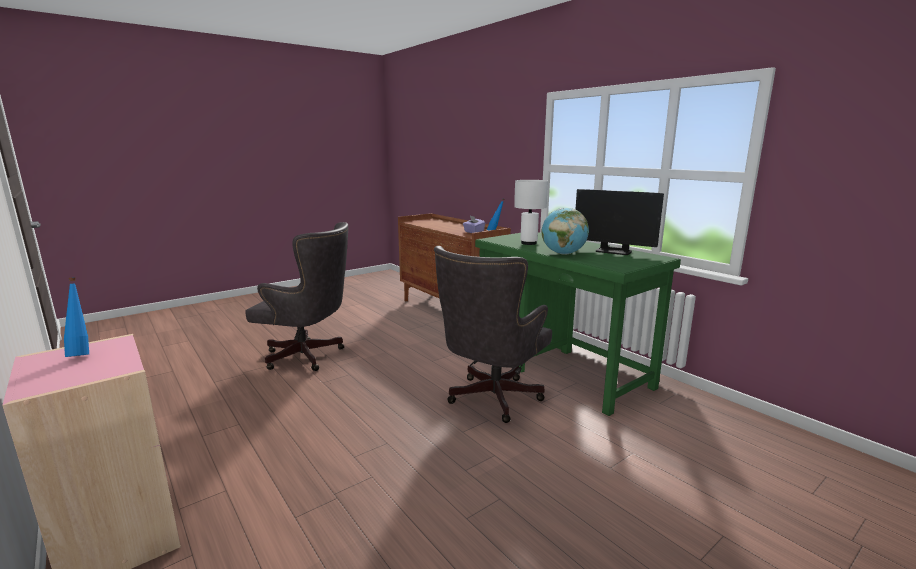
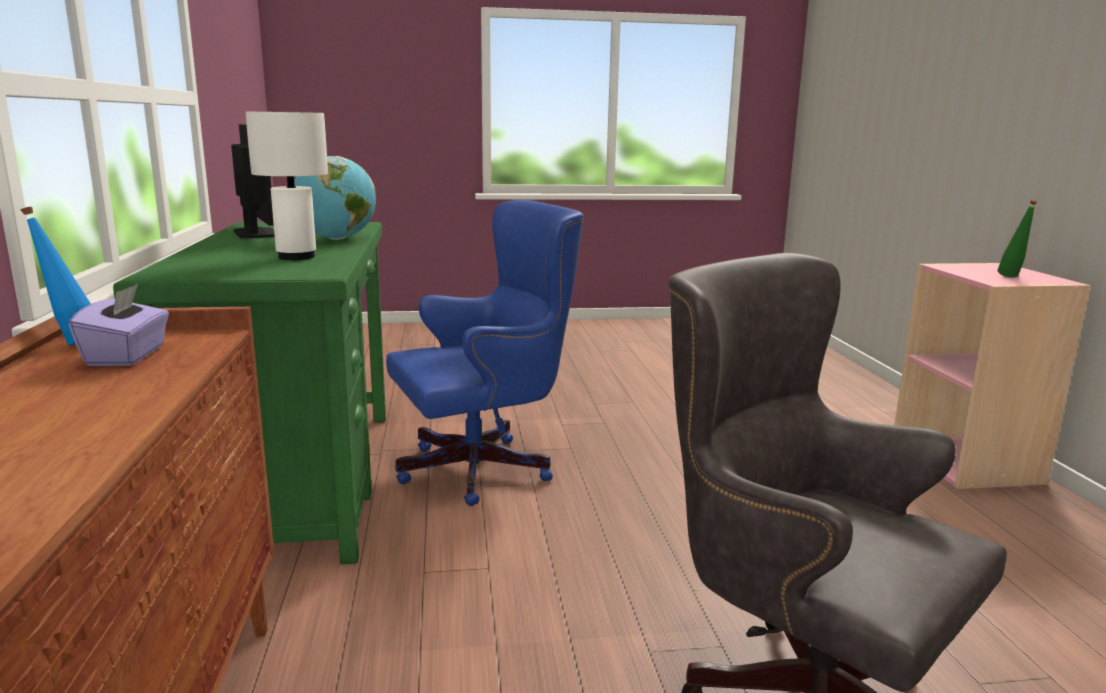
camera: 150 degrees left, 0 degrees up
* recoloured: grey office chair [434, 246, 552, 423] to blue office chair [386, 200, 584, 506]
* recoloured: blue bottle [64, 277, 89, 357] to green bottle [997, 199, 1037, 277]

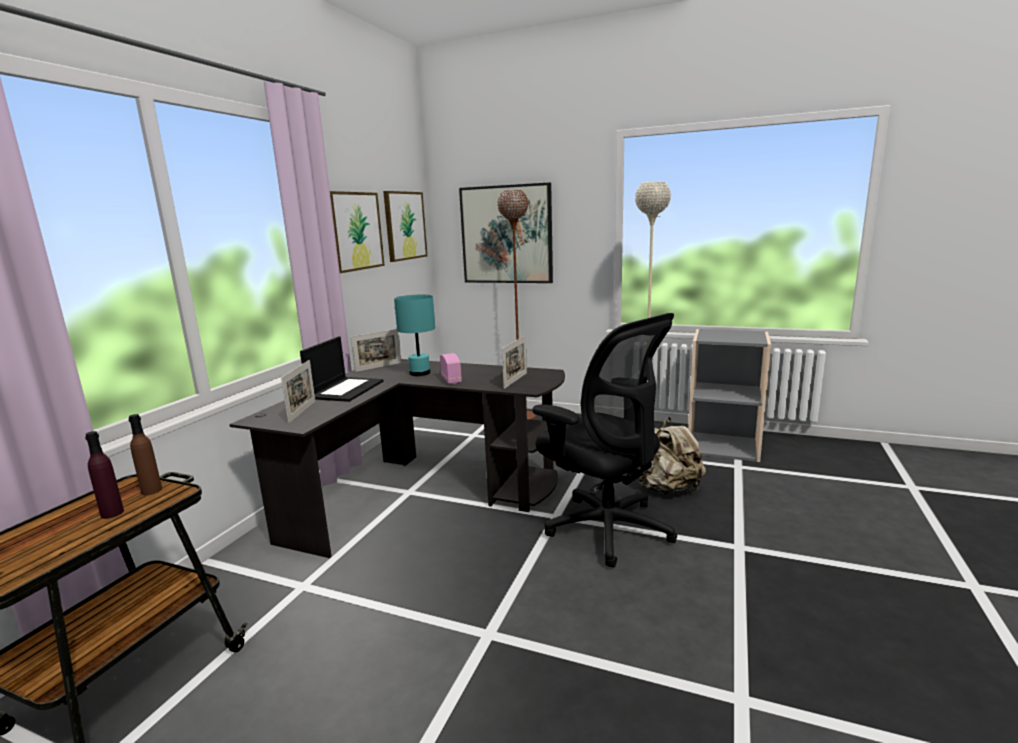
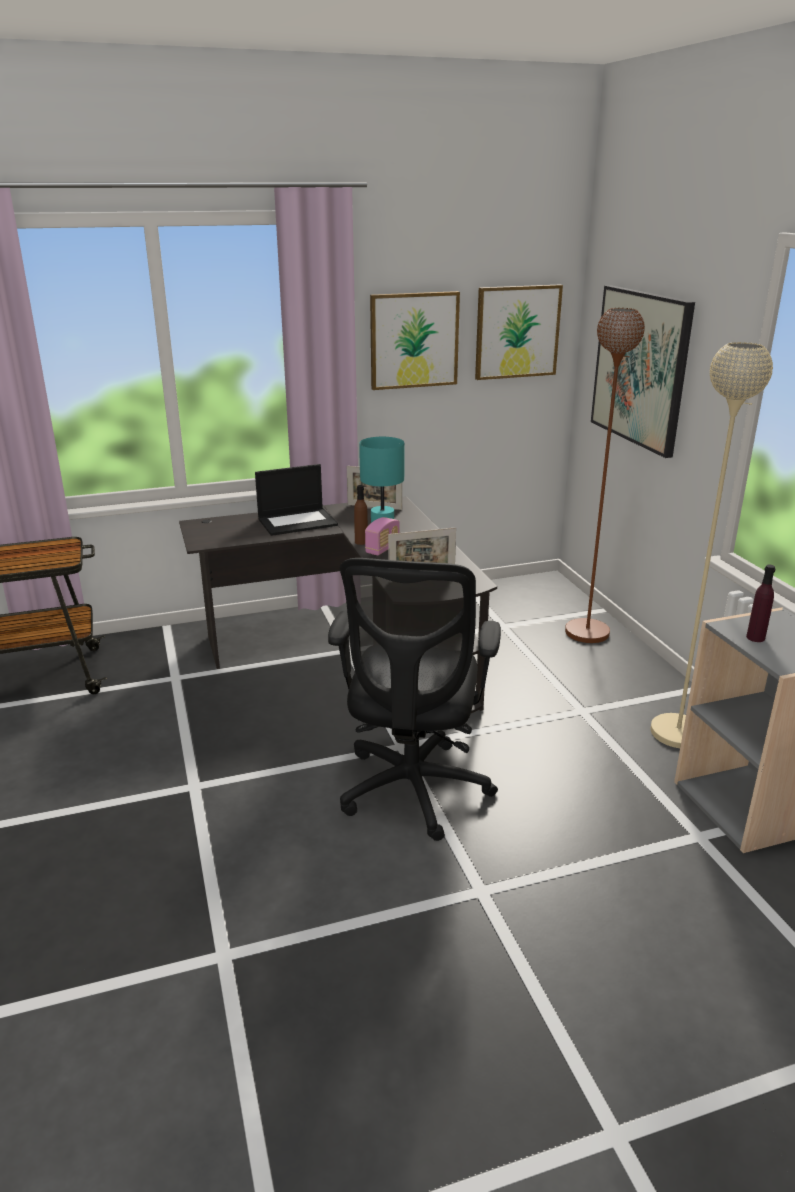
camera: 50 degrees right, 10 degrees up
* removed: picture frame [281, 360, 316, 423]
* moved: brown bottle [129, 414, 162, 495] to [354, 485, 368, 545]
* removed: beige backpack [638, 417, 706, 494]
* moved: purple bottle [85, 431, 124, 519] to [746, 565, 775, 642]

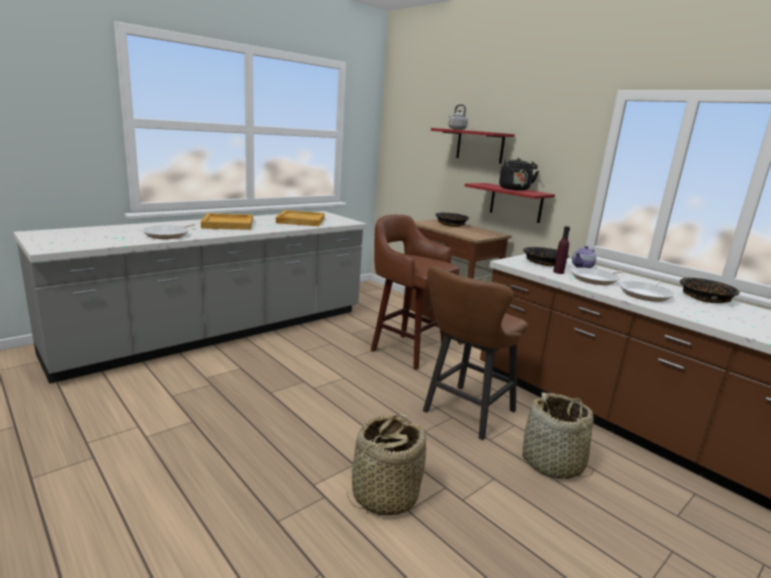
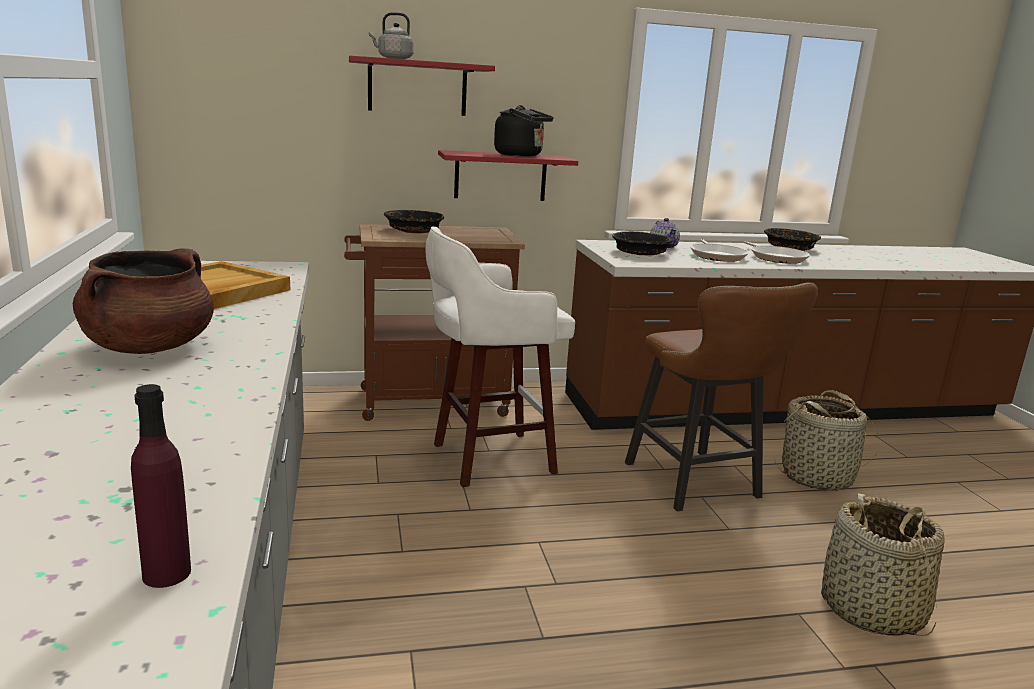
camera: 60 degrees left, 0 degrees up
* replaced: beige tray [201, 213, 253, 230] to brown cooking pot [73, 248, 214, 354]
* recoloured: brown stool [371, 215, 460, 370] to white stool [426, 227, 575, 487]
* removed: frying pan [143, 224, 195, 239]
* moved: purple bottle [553, 226, 570, 274] to [131, 384, 191, 588]

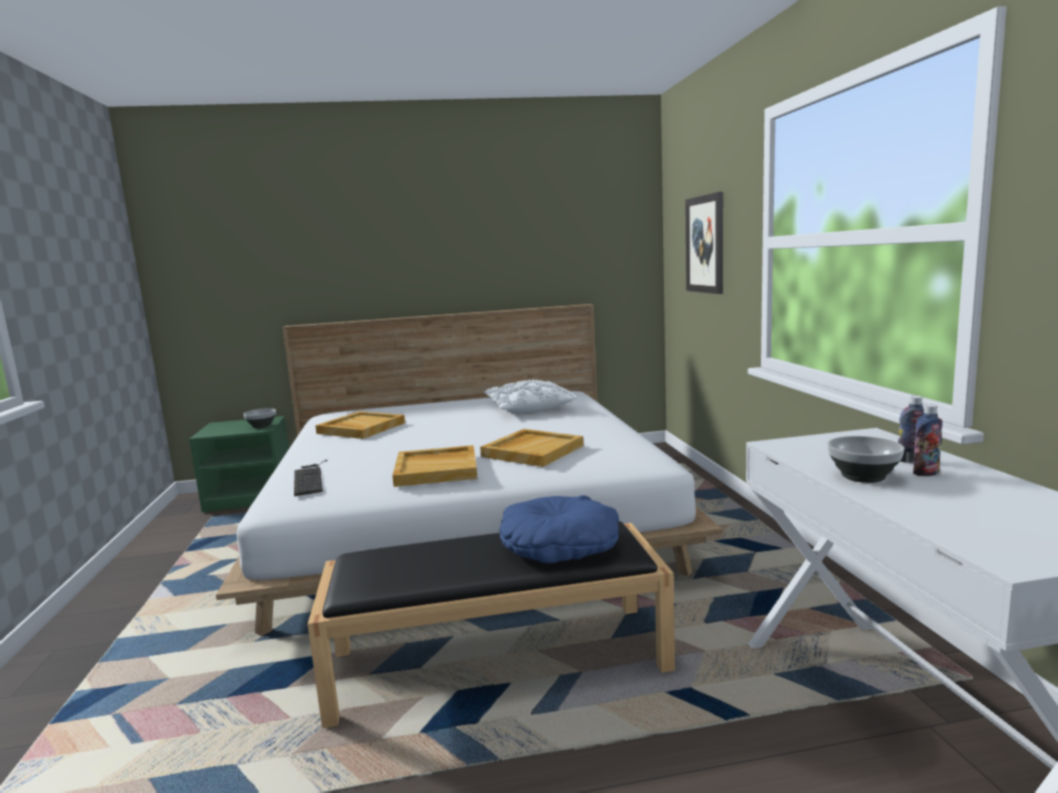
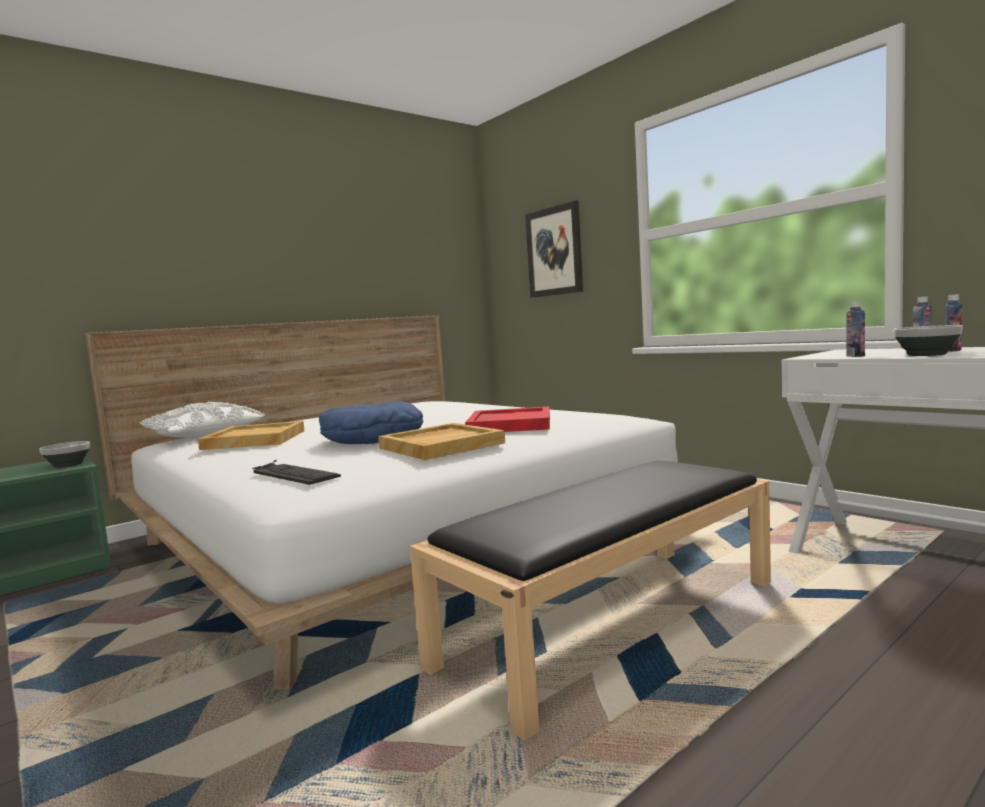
camera: 30 degrees left, 5 degrees down
* moved: white pillow [484, 380, 577, 412] to [139, 402, 265, 438]
* recoloured: beige tray [480, 429, 584, 467] to red tray [465, 407, 550, 432]
* moved: blue pillow [499, 495, 619, 563] to [319, 401, 423, 444]
* added: bottle [846, 301, 865, 357]

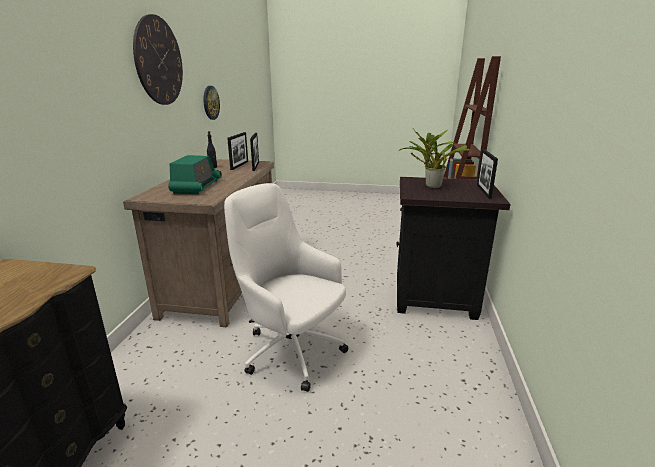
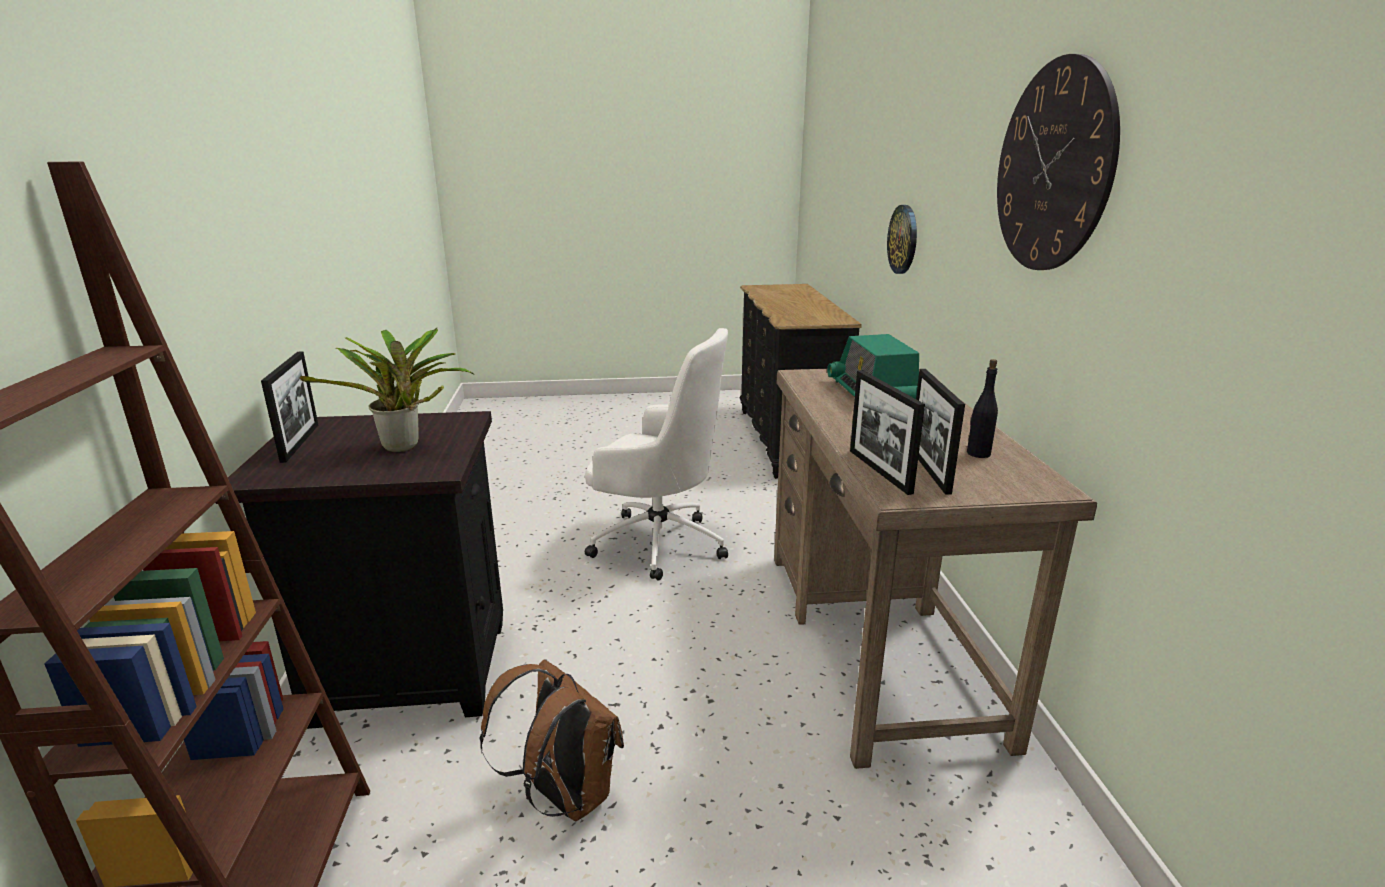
camera: 165 degrees right, 0 degrees up
* moved: wall clock [203, 86, 220, 120] to [887, 205, 917, 274]
* added: brown backpack [480, 659, 624, 821]

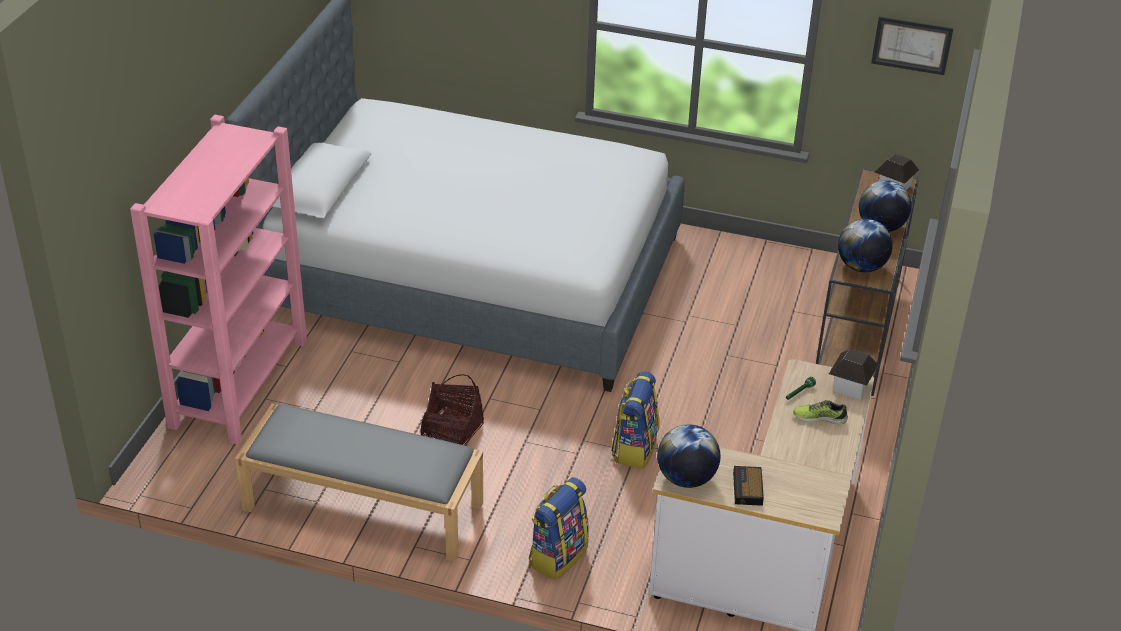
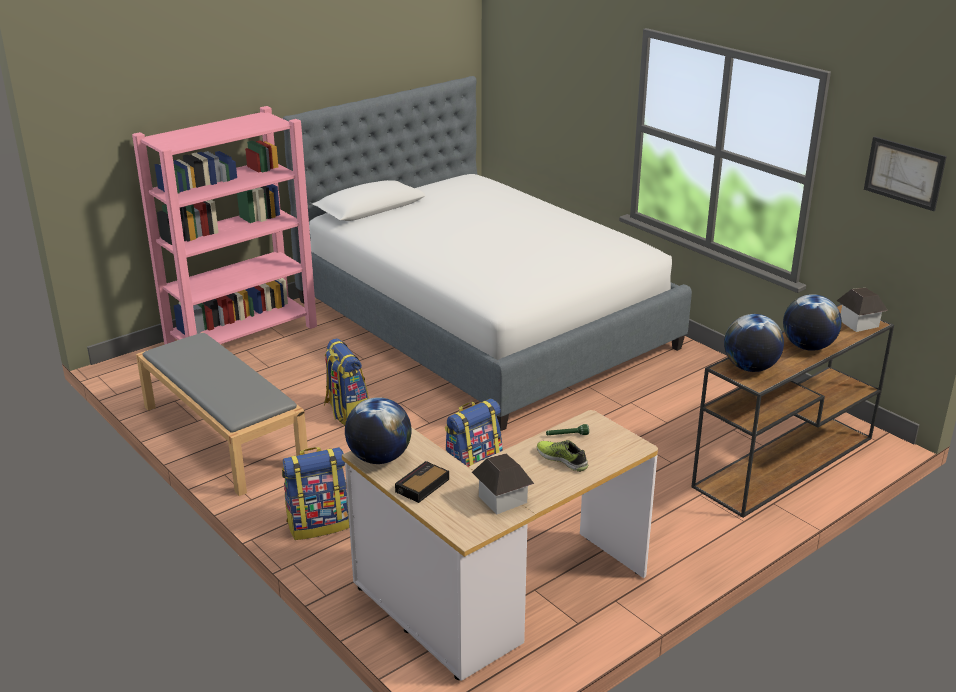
camera: 35 degrees right, 10 degrees down
* moved: toy house [829, 349, 879, 399] to [472, 454, 534, 514]
* replaced: basket [421, 374, 484, 445] to backpack [324, 338, 369, 425]

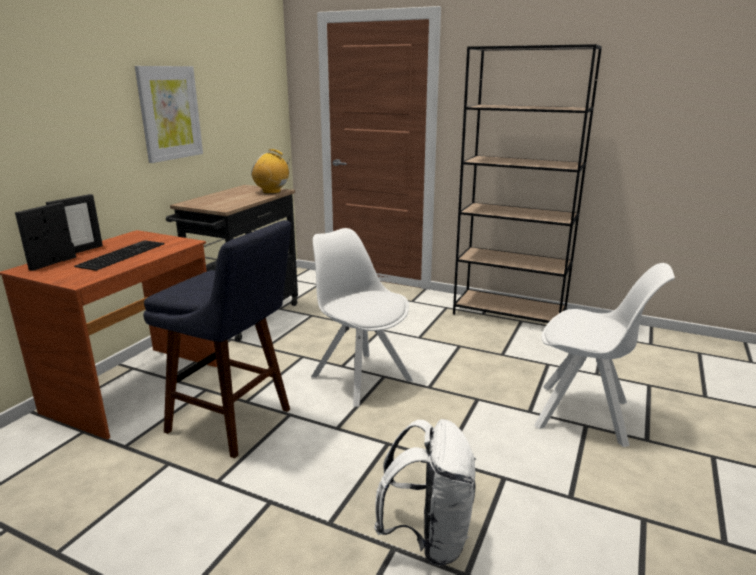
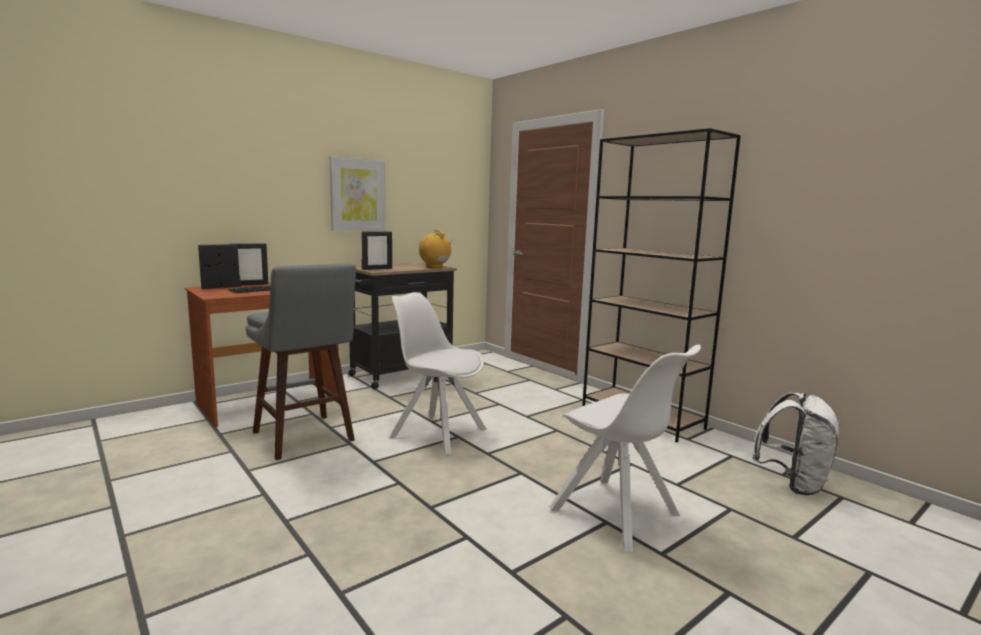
camera: 25 degrees right, 10 degrees down
* recoloured: blue stool [143, 220, 291, 458] to grey stool [246, 263, 356, 460]
* turned: white chair [311, 228, 413, 407] = [389, 292, 487, 454] 45 degrees counterclockwise
* moved: white backpack [374, 419, 477, 566] to [752, 393, 840, 496]
* added: picture frame [362, 231, 392, 270]

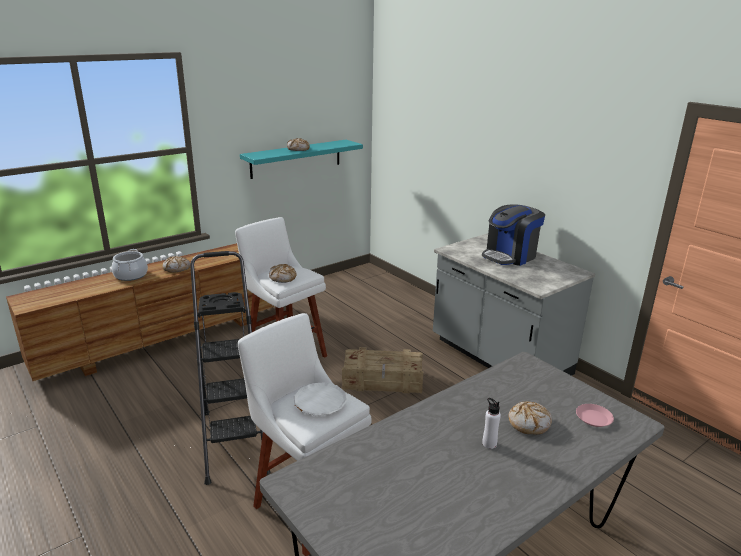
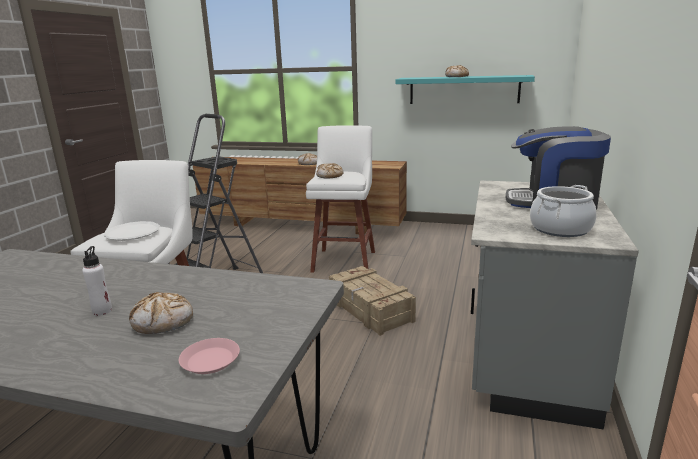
camera: 55 degrees right, 5 degrees down
* moved: cooking pot [112, 249, 148, 281] to [530, 185, 597, 237]

